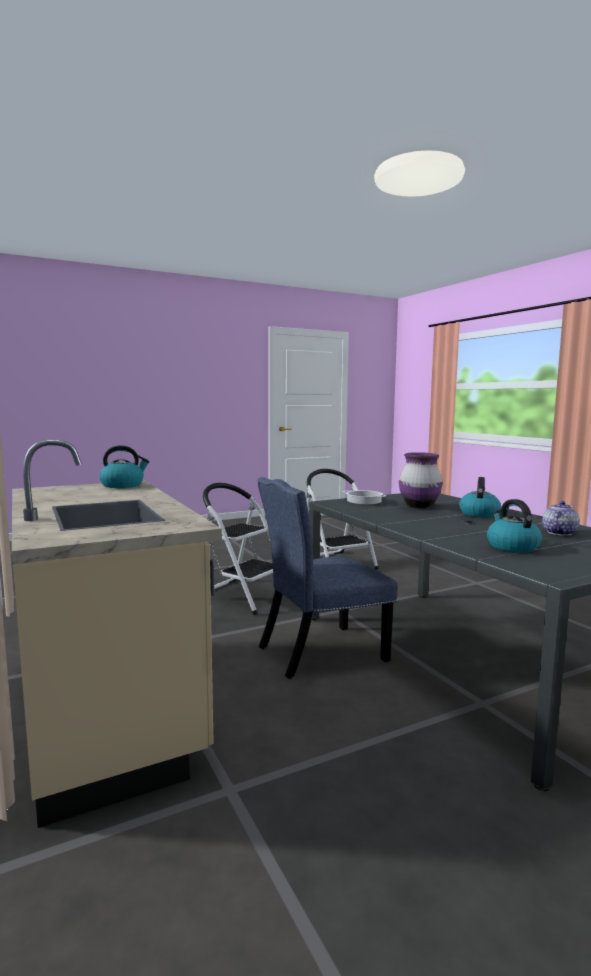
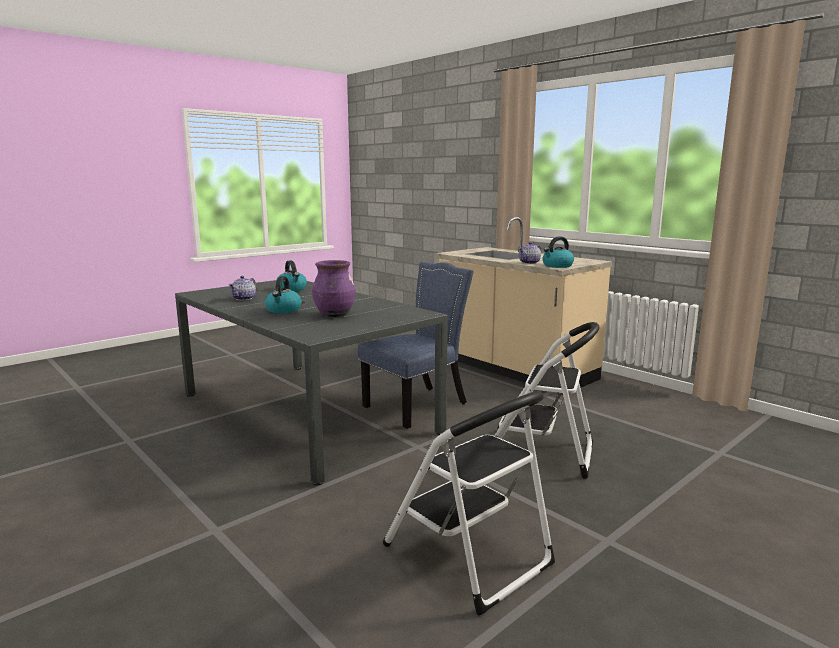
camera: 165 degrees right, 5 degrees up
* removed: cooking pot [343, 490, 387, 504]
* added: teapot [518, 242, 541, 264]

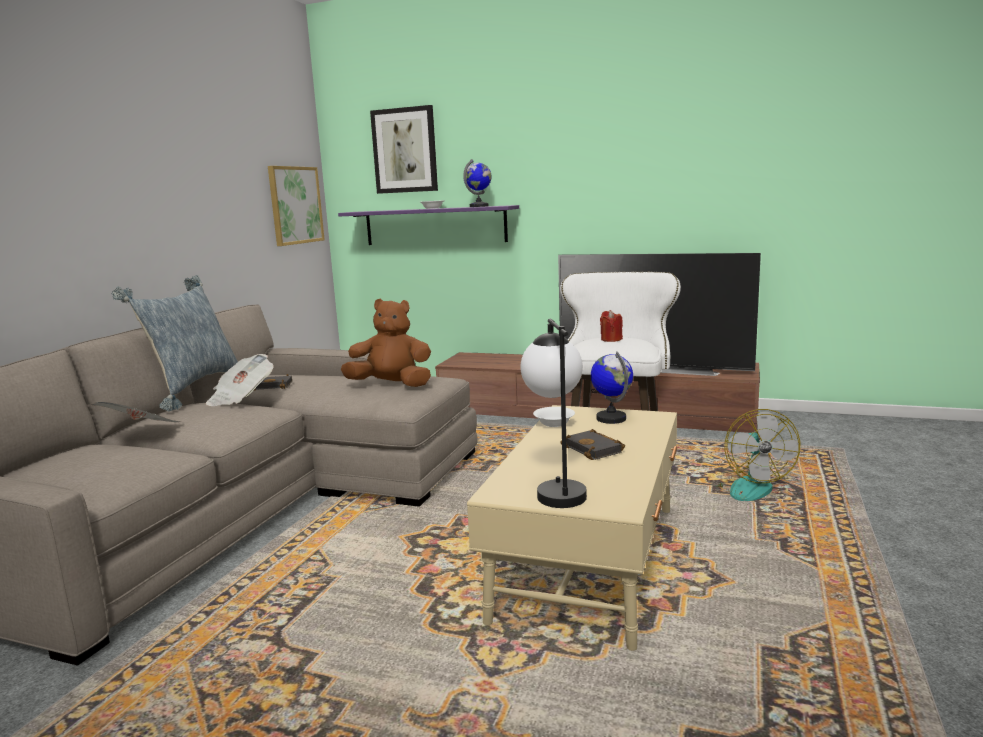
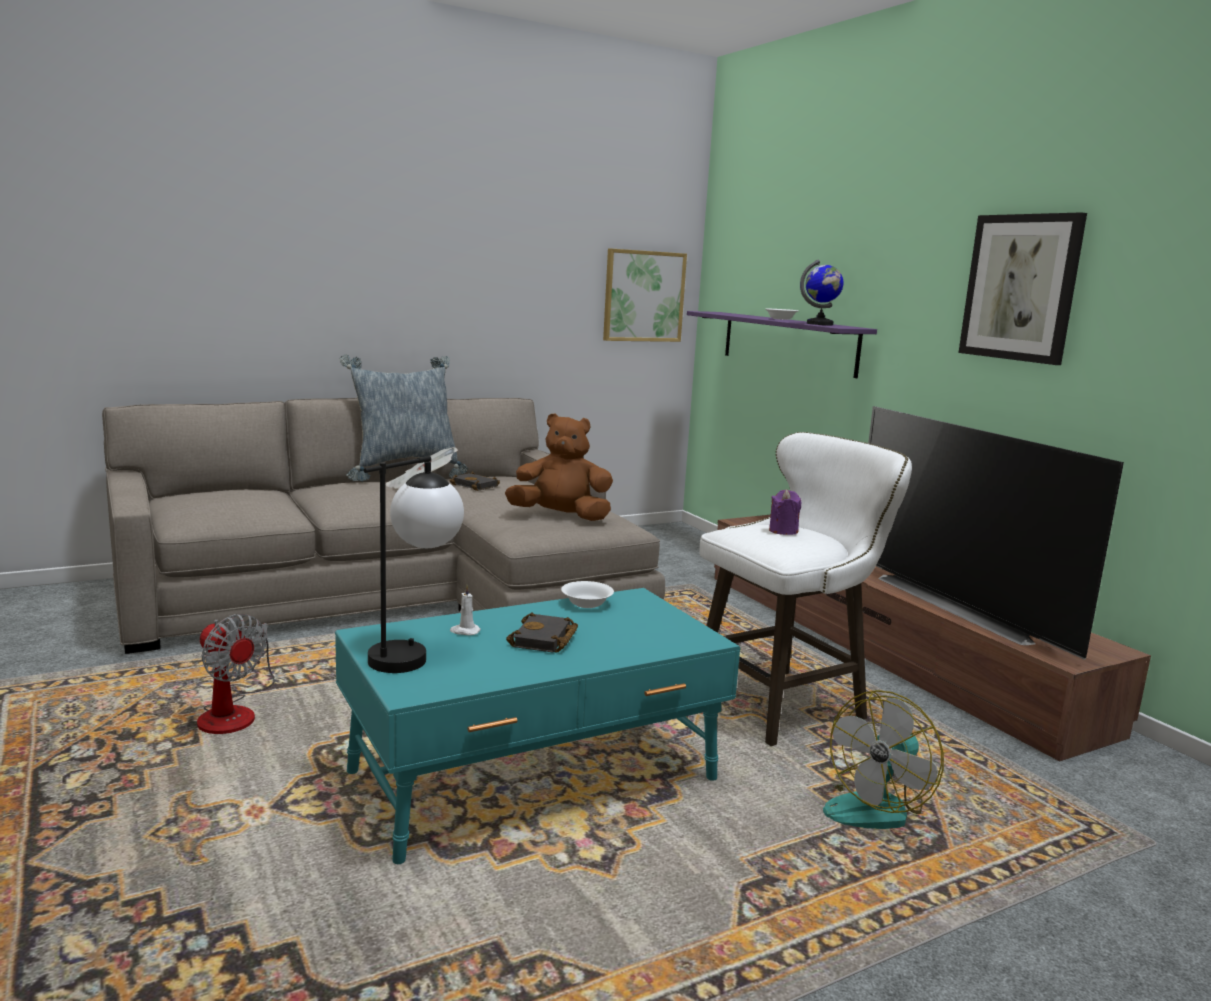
camera: 40 degrees right, 0 degrees up
* moved: picture [370, 105, 438, 194] to [958, 212, 1087, 365]
* turned: brown plush toy [341, 298, 431, 387] = [505, 413, 613, 521] 45 degrees counterclockwise
* recoloured: red candle [600, 310, 623, 342] to purple candle [769, 489, 801, 535]
* removed: globe [591, 351, 633, 424]
* removed: newspaper [91, 402, 182, 422]
* recoloured: beige coffee table [467, 405, 677, 651] to turquoise coffee table [335, 588, 741, 864]
* added: white candle [450, 585, 481, 635]
* added: fan [197, 614, 275, 734]

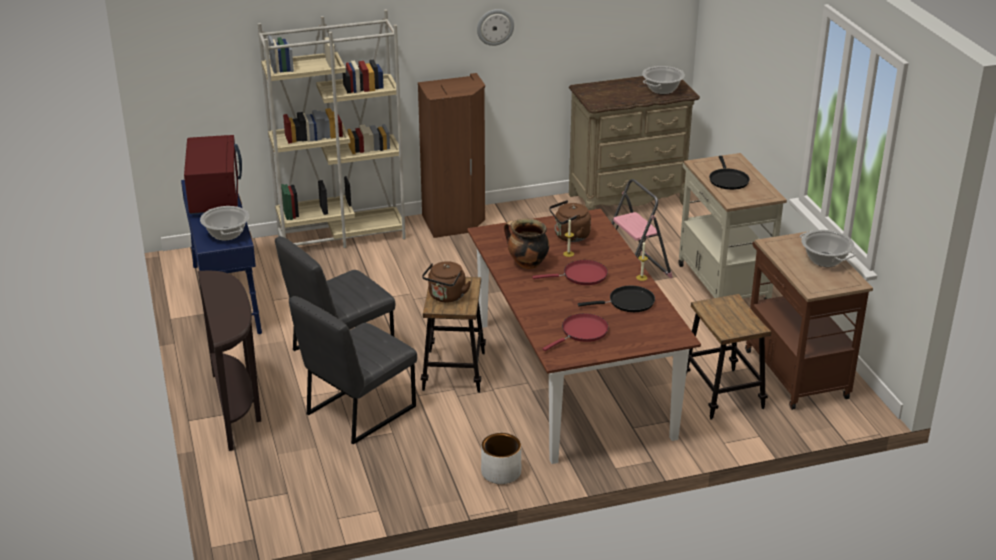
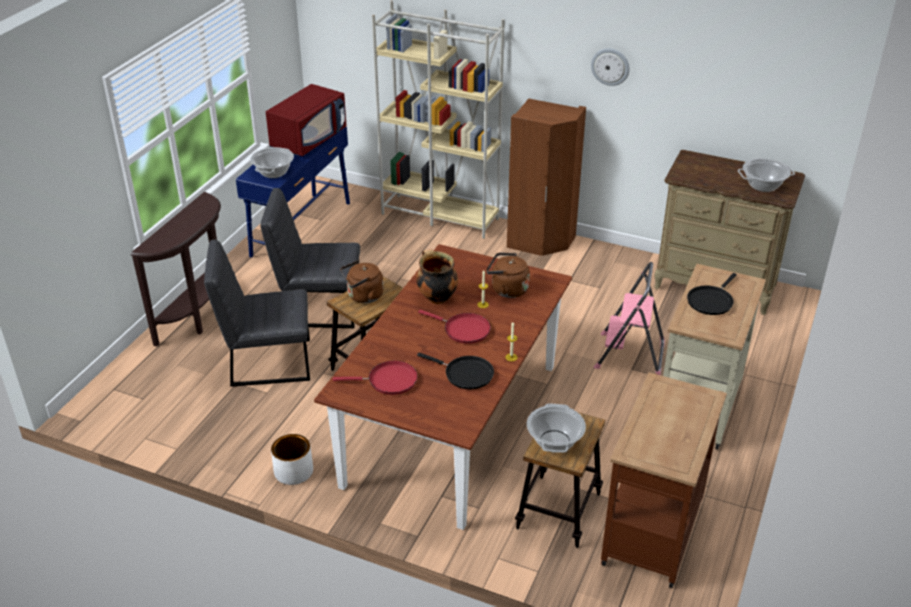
camera: 40 degrees right, 5 degrees up
* moved: cooking pot [800, 230, 856, 267] to [527, 403, 586, 453]

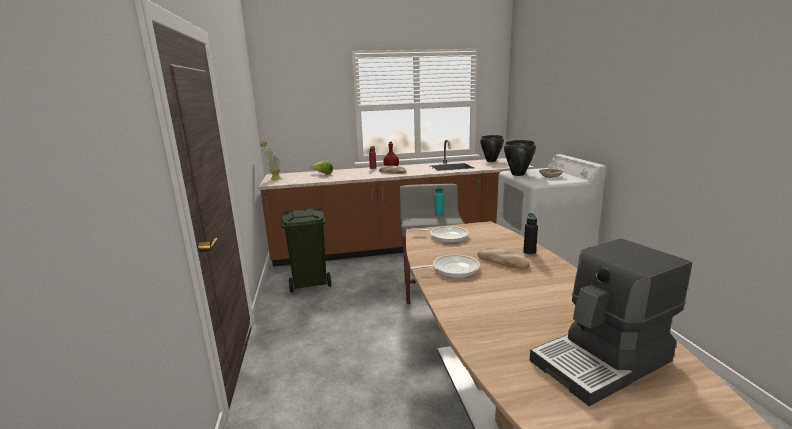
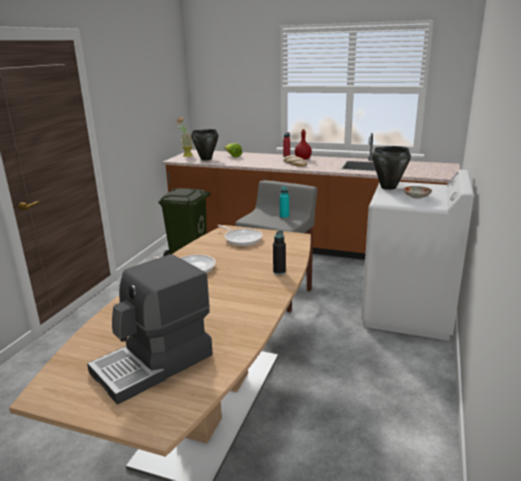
camera: 30 degrees right, 5 degrees up
* moved: black cooking pot [480, 135, 504, 162] to [191, 129, 219, 160]
* turned: coffee machine [530, 239, 692, 406] = [87, 254, 213, 405] 45 degrees counterclockwise
* removed: bread [477, 247, 530, 269]

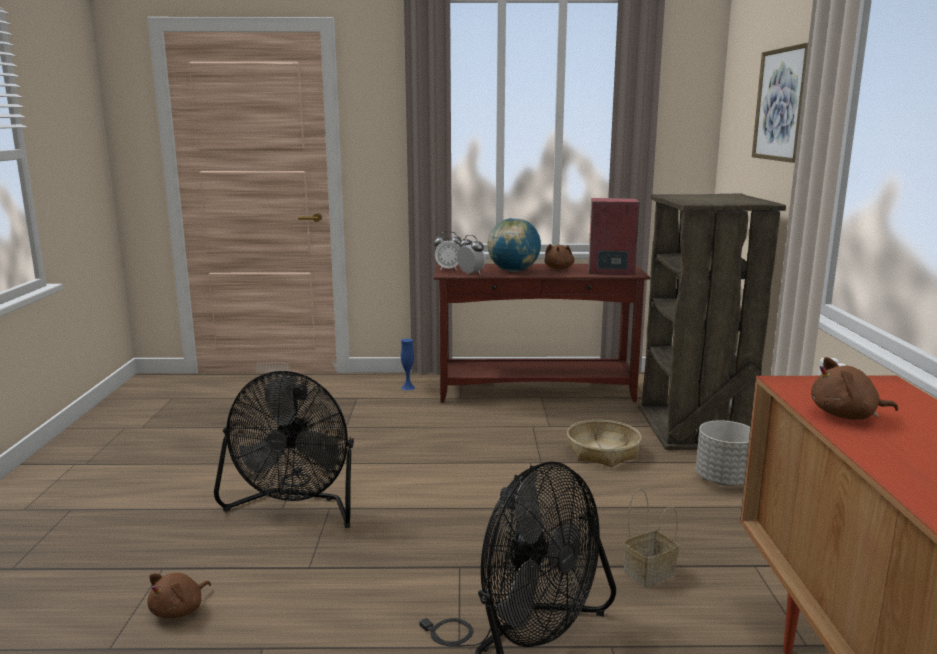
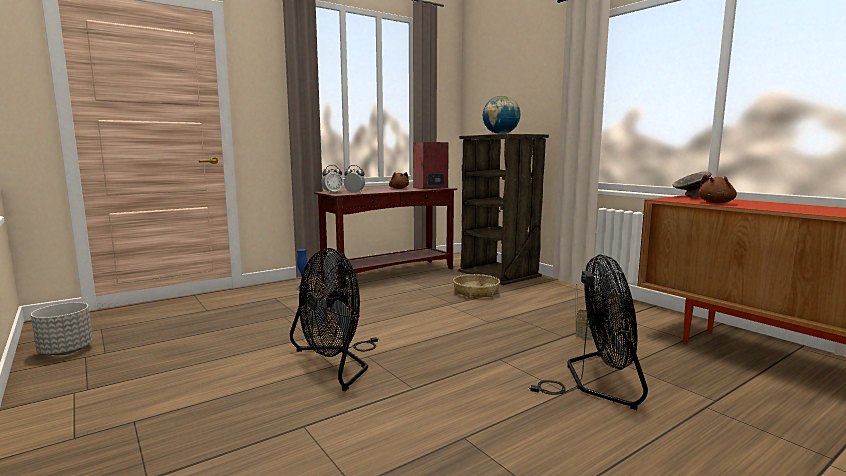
camera: 35 degrees left, 5 degrees down
* removed: picture [752, 43, 808, 163]
* moved: globe [488, 218, 541, 272] to [483, 96, 520, 134]
* turned: black fan [214, 371, 354, 528] = [290, 248, 379, 391] 75 degrees clockwise
* moved: grey planter [696, 420, 750, 486] to [31, 302, 93, 355]
* removed: brown plush toy [147, 573, 211, 618]
* added: grey bowl [673, 172, 712, 198]

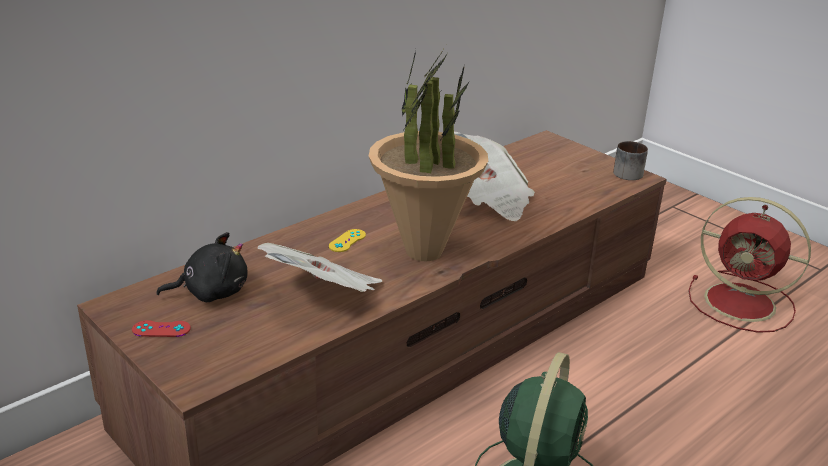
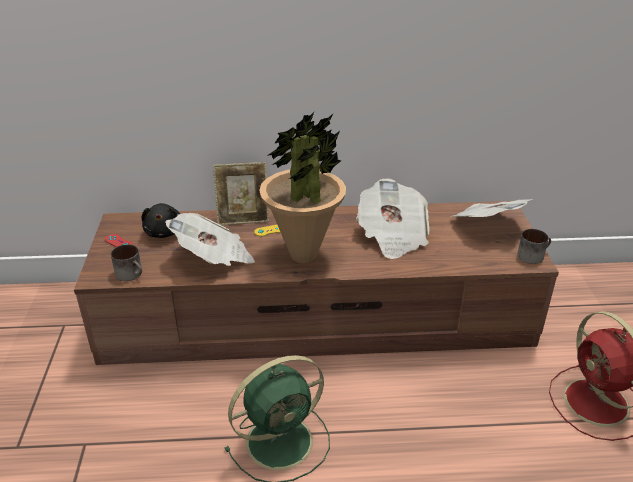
camera: 40 degrees right, 5 degrees up
* turned: black plush toy [156, 232, 247, 302] = [141, 203, 181, 238] 60 degrees clockwise
* added: picture frame [213, 162, 269, 225]
* added: newspaper [453, 199, 534, 217]
* added: mug [111, 244, 142, 281]

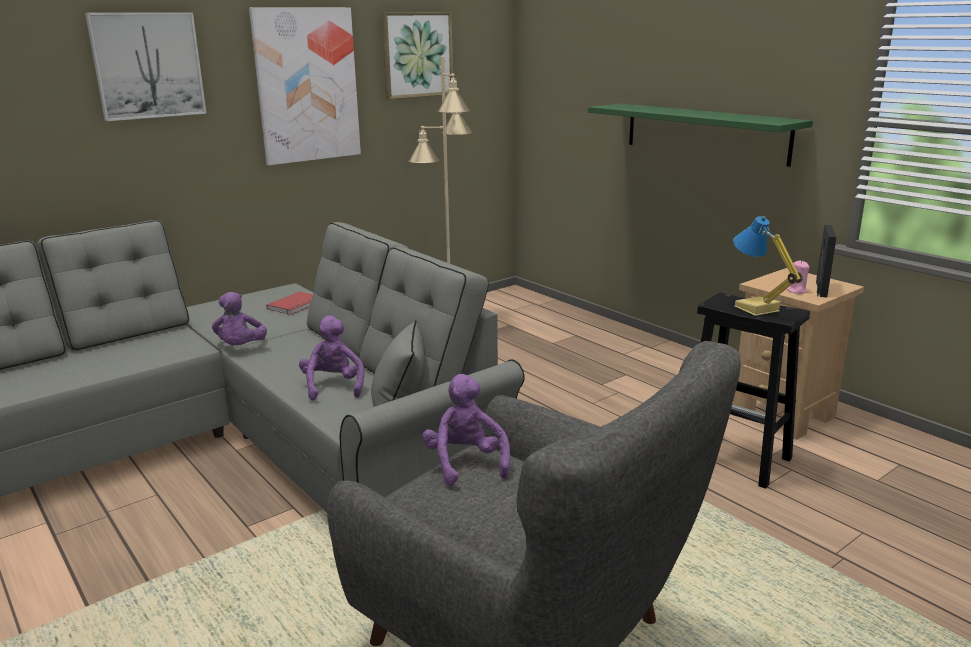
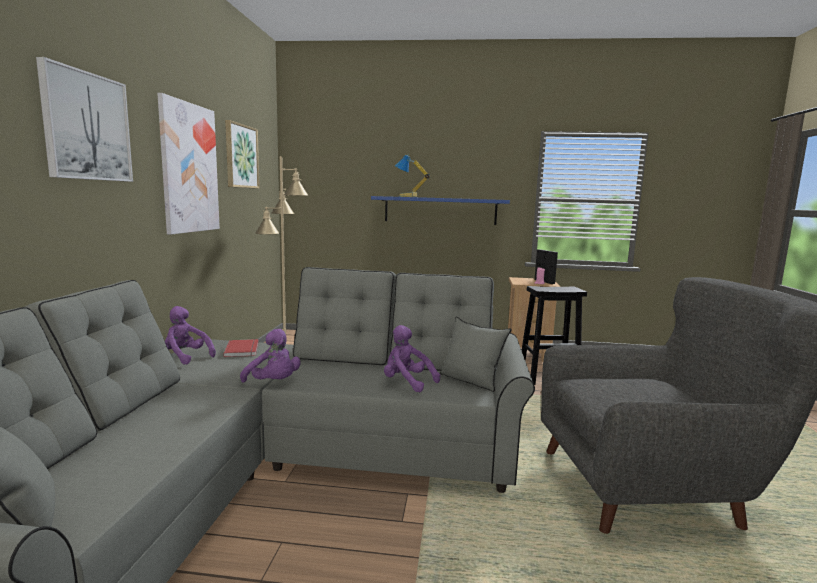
camera: 45 degrees left, 10 degrees down
* recoloured: green shelf [588, 104, 813, 167] to blue shelf [371, 196, 510, 225]
* moved: table lamp [733, 216, 803, 316] to [395, 154, 431, 197]
* moved: purple plush toy [422, 374, 510, 486] to [165, 306, 216, 365]

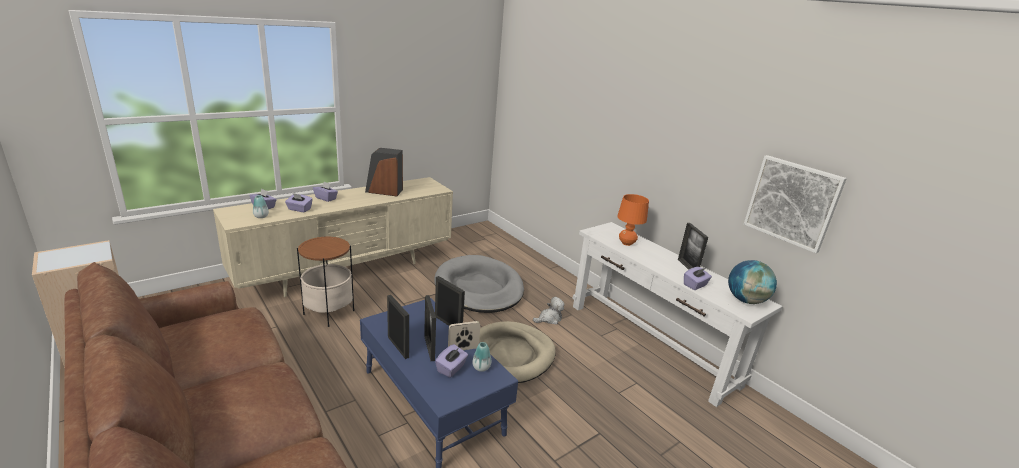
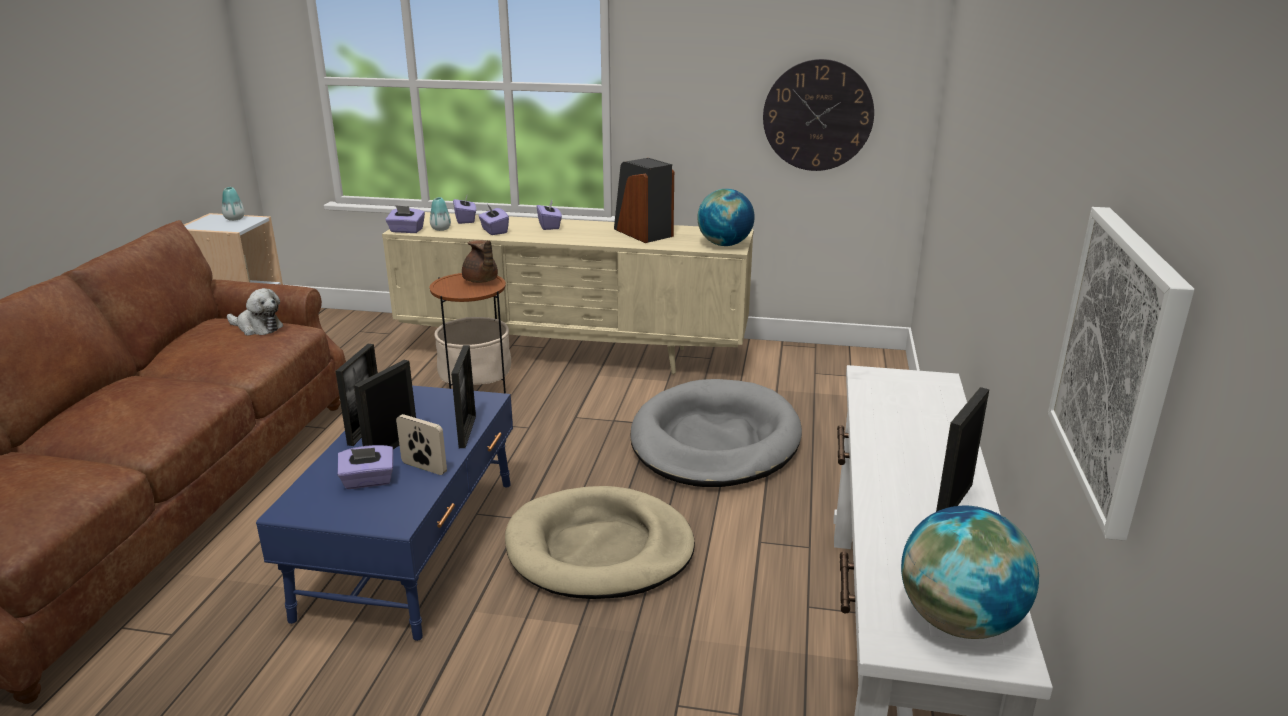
camera: 50 degrees right, 0 degrees up
* removed: orange table lamp [617, 194, 649, 246]
* moved: purple tissue box [684, 267, 712, 290] to [385, 205, 425, 233]
* moved: plush toy [533, 297, 565, 325] to [227, 288, 283, 336]
* moved: vase [472, 342, 491, 372] to [222, 187, 245, 221]
* added: wall clock [763, 59, 874, 171]
* added: globe [697, 189, 755, 246]
* added: brown teapot [462, 240, 498, 283]

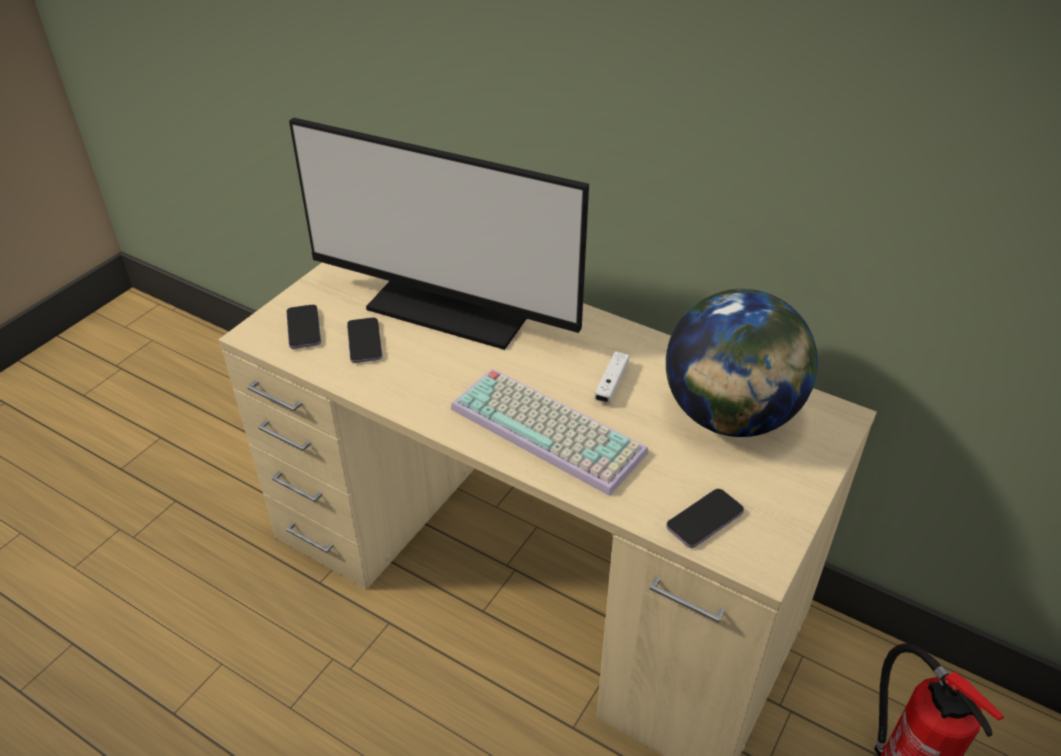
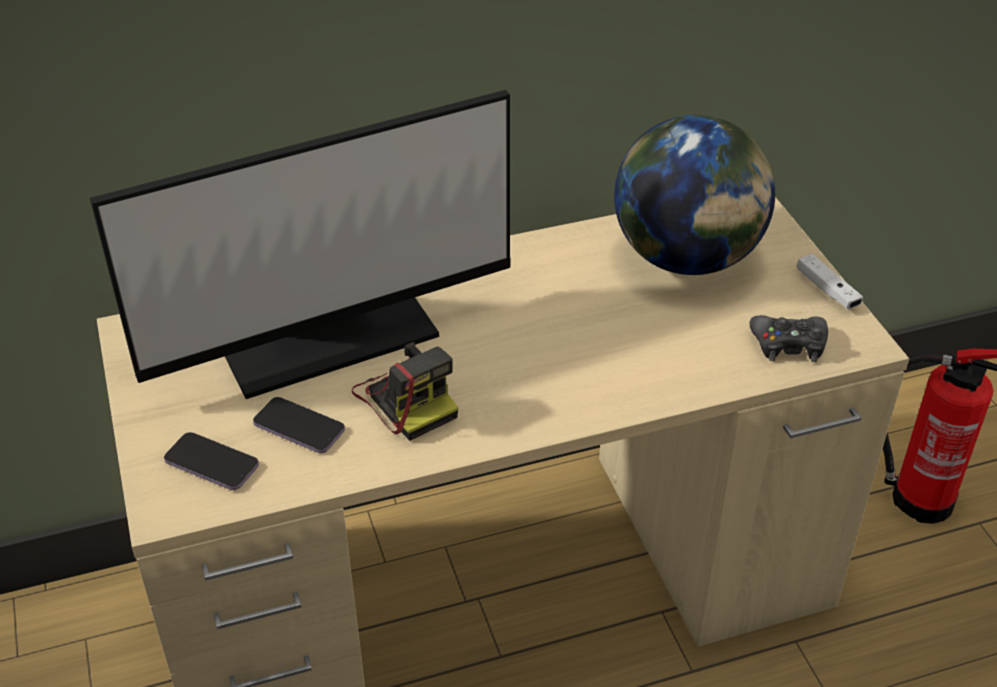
camera: 50 degrees left, 0 degrees up
* moved: white game controller [594, 351, 629, 403] to [797, 254, 863, 309]
* removed: keyboard [451, 368, 648, 496]
* replaced: phone [666, 489, 744, 548] to black game controller [750, 315, 828, 362]
* added: photo camera [352, 342, 458, 441]

